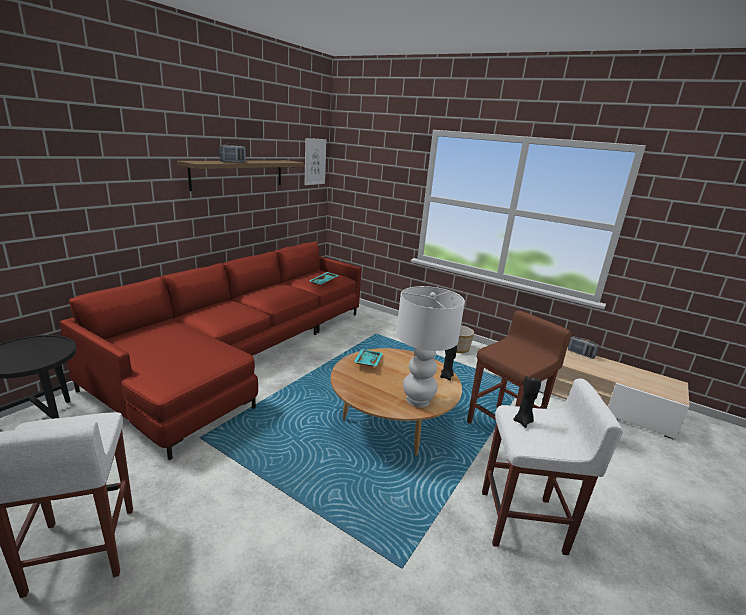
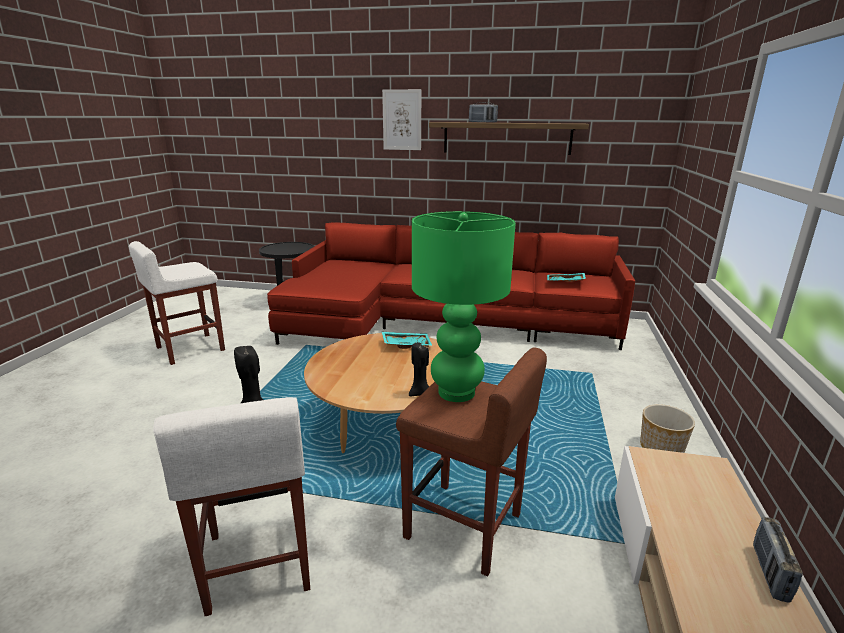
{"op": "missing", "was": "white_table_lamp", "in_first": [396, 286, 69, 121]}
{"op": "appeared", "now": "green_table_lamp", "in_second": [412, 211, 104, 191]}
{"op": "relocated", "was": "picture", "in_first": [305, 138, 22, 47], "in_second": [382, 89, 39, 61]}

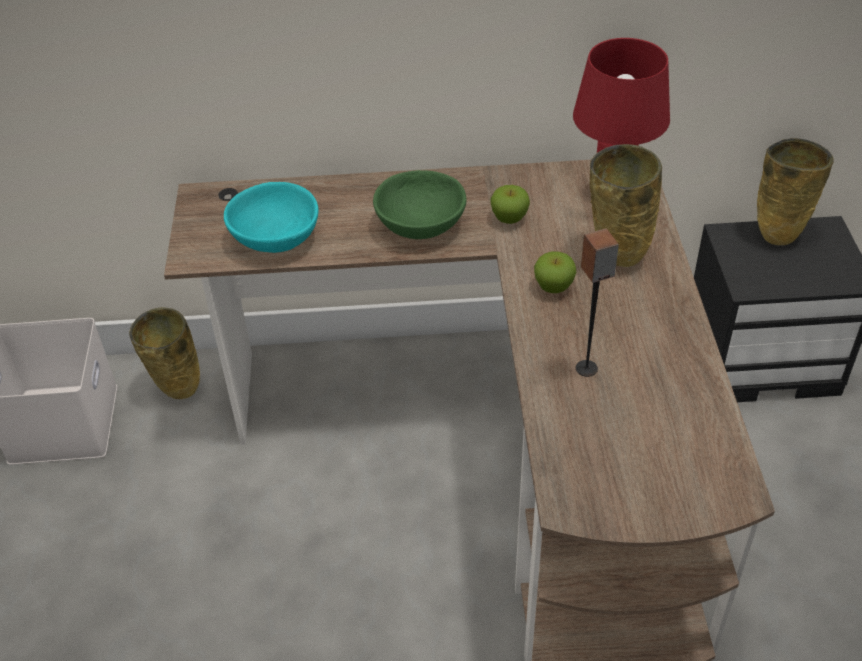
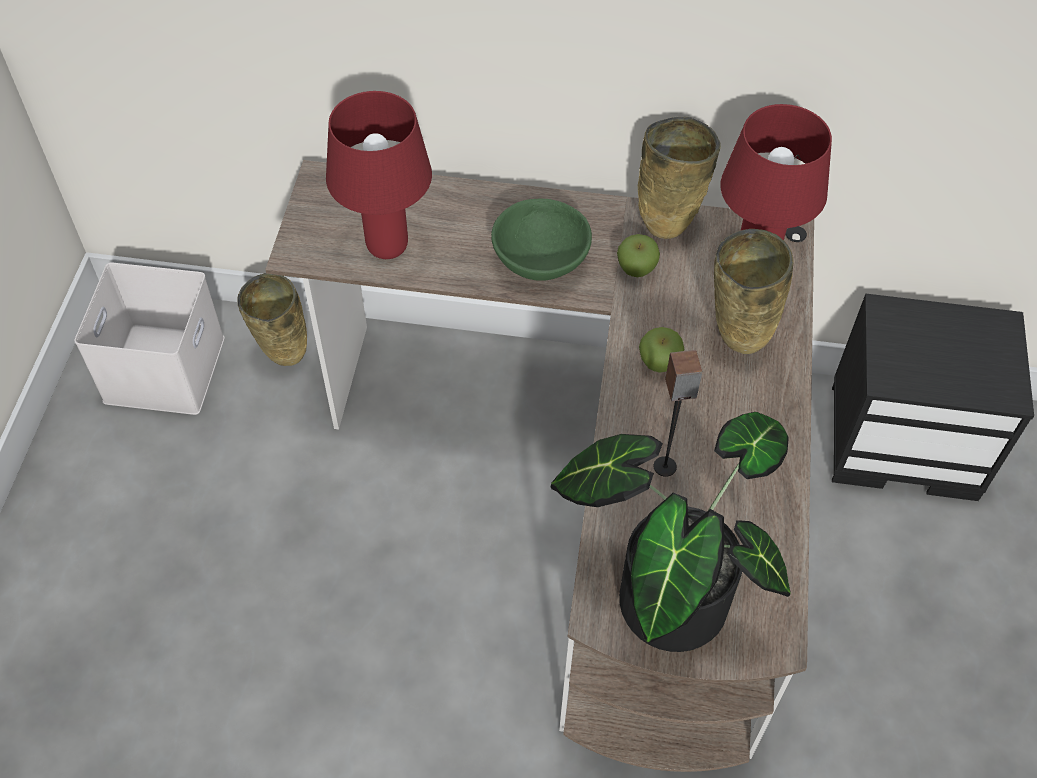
{"op": "appeared", "now": "potted_plant", "in_second": [550, 412, 240, 240]}
{"op": "relocated", "was": "beige_vase", "in_first": [757, 138, 76, 108], "in_second": [638, 116, 83, 123]}
{"op": "exchanged", "was": "turquoise_bowl", "now": "red_table_lamp", "in_first": [224, 182, 94, 71], "in_second": [326, 91, 106, 168]}

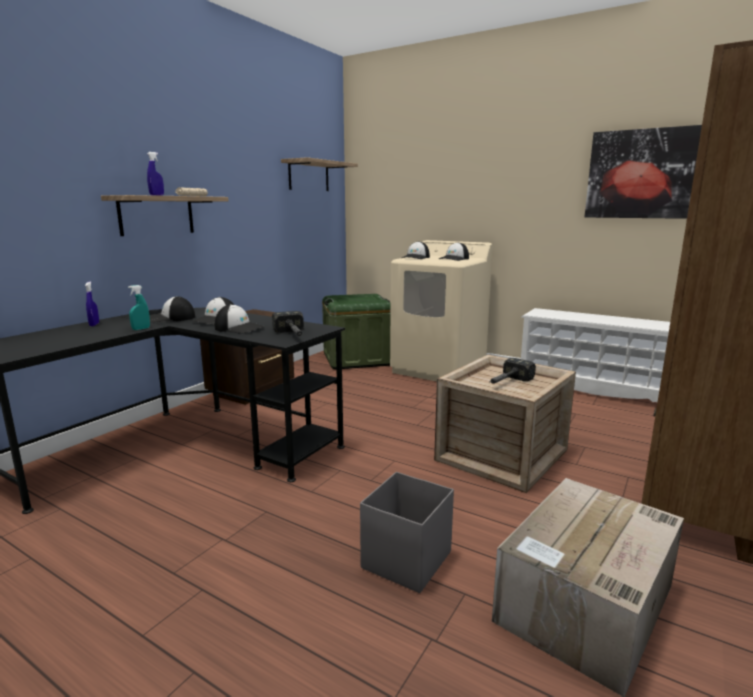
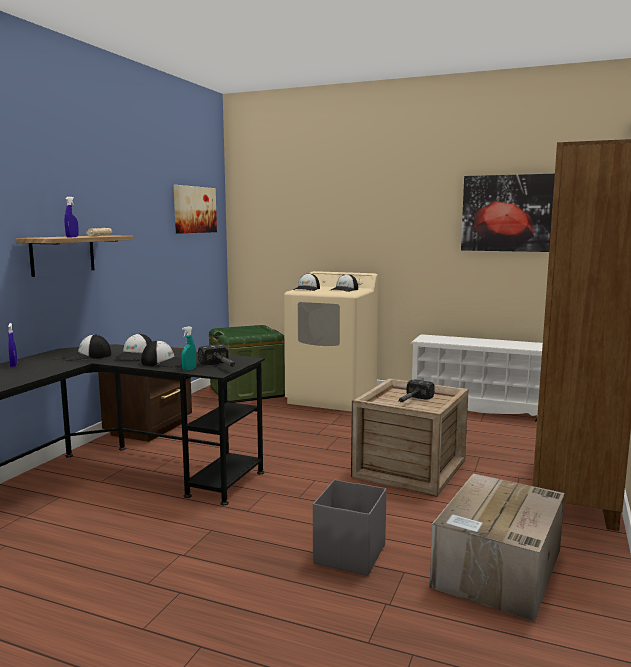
{"op": "relocated", "was": "turquoise_spray_bottle", "in_first": [128, 285, 22, 45], "in_second": [181, 326, 15, 45]}
{"op": "exchanged", "was": "shelf", "now": "picture", "in_first": [281, 157, 77, 34], "in_second": [174, 185, 43, 48]}

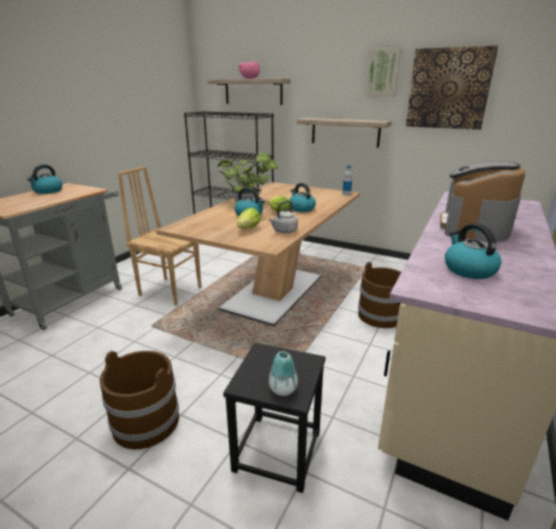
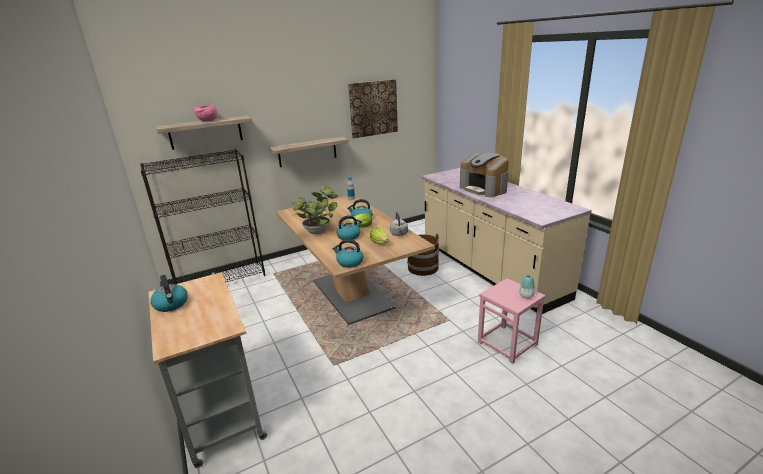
{"op": "missing", "was": "brown_bucket", "in_first": [100, 351, 79, 98]}
{"op": "missing", "was": "brown_chair", "in_first": [118, 166, 83, 139]}
{"op": "missing", "was": "picture", "in_first": [366, 48, 35, 49]}
{"op": "relocated", "was": "kettle", "in_first": [445, 223, 56, 56], "in_second": [332, 239, 31, 29]}
{"op": "colour", "was": "black_stool", "now": "pink_stool", "in_first": [223, 343, 102, 150], "in_second": [478, 278, 68, 86]}

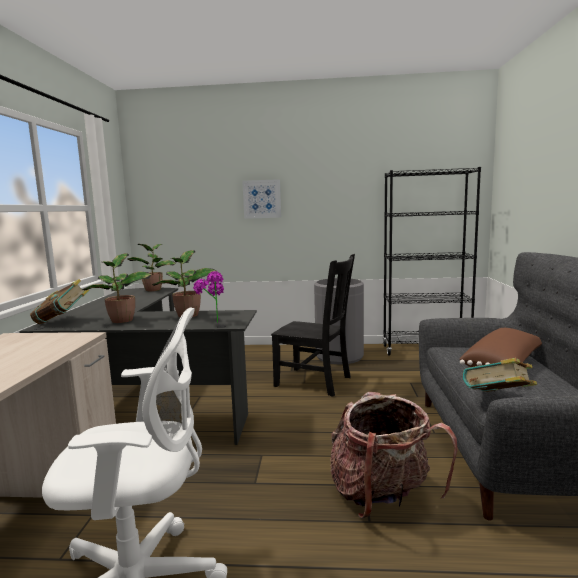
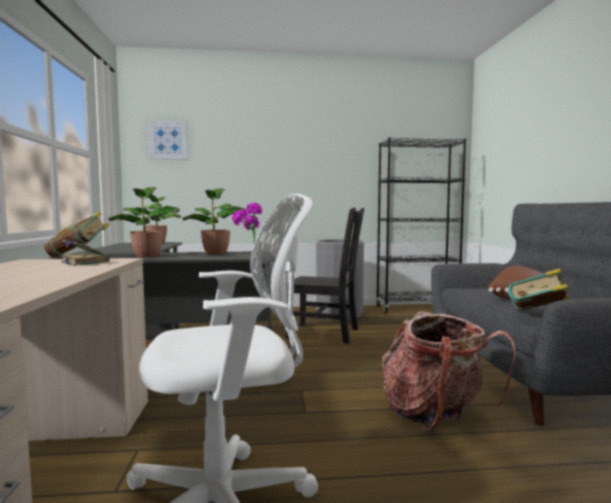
{"op": "appeared", "now": "book", "in_second": [60, 240, 50, 26]}
{"op": "relocated", "was": "picture", "in_first": [242, 179, 39, 40], "in_second": [148, 120, 40, 39]}

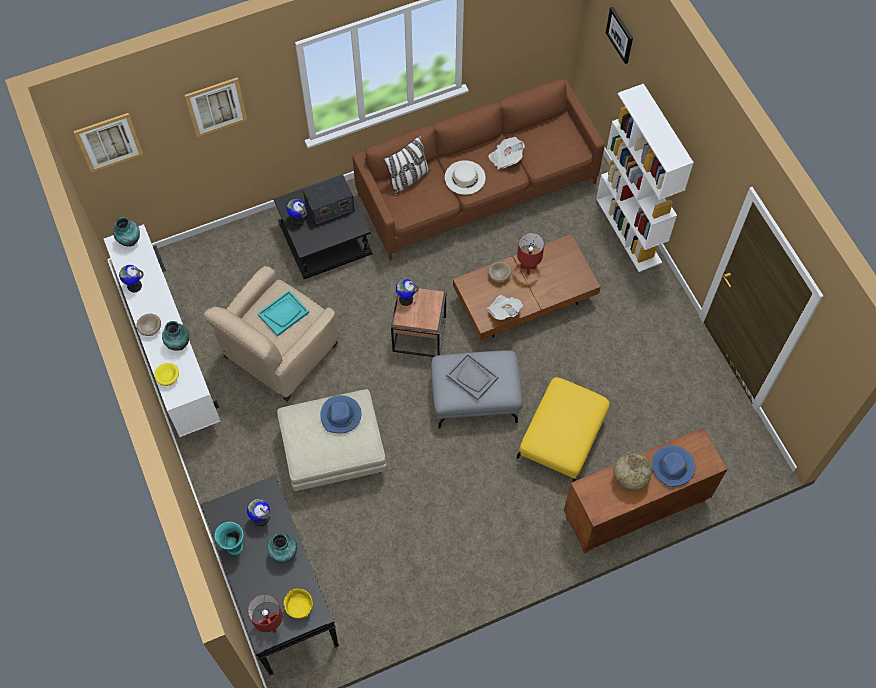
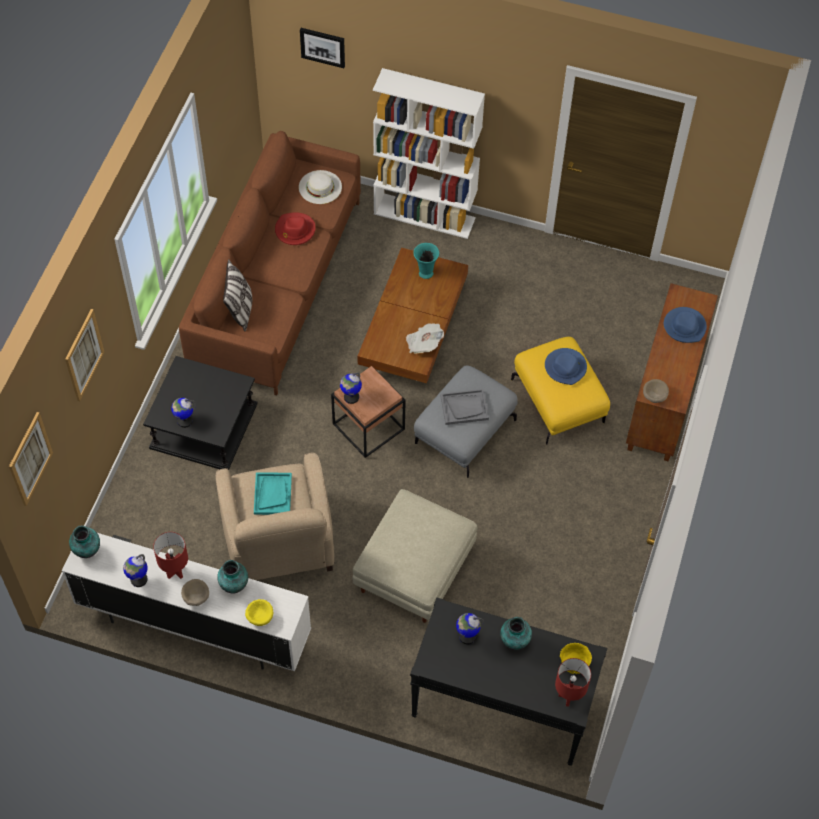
{"op": "missing", "was": "radio", "in_first": [303, 175, 52, 50]}
{"op": "missing", "was": "globe", "in_first": [613, 453, 39, 38]}
{"op": "relocated", "was": "turquoise_vase", "in_first": [215, 522, 28, 33], "in_second": [413, 243, 26, 36]}
{"op": "relocated", "was": "blue_hat", "in_first": [320, 395, 41, 38], "in_second": [545, 348, 42, 37]}
{"op": "relocated", "was": "white_hat", "in_first": [445, 160, 41, 35], "in_second": [299, 170, 43, 34]}
{"op": "relocated", "was": "beige_bowl", "in_first": [489, 262, 22, 20], "in_second": [643, 379, 26, 24]}
{"op": "relocated", "was": "red_table_lamp", "in_first": [517, 233, 27, 42], "in_second": [153, 532, 35, 47]}
{"op": "exchanged", "was": "newspaper", "now": "red_hat", "in_first": [488, 137, 37, 32], "in_second": [275, 212, 41, 33]}

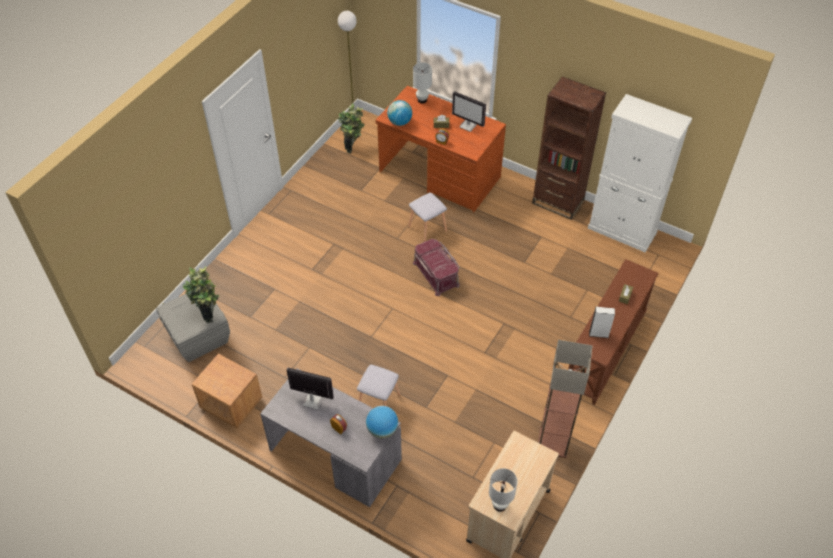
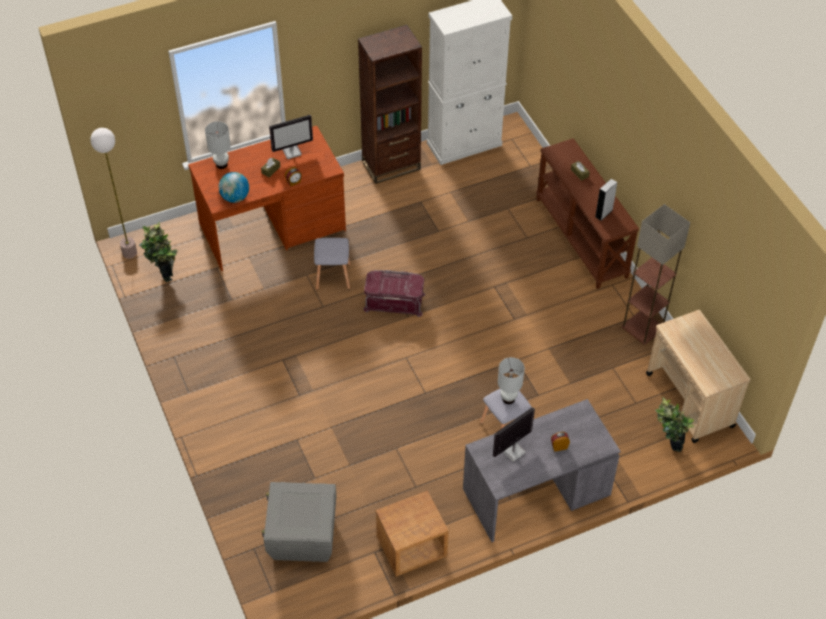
{"op": "missing", "was": "globe", "in_first": [366, 406, 32, 32]}
{"op": "relocated", "was": "potted_plant", "in_first": [182, 266, 38, 57], "in_second": [655, 397, 39, 55]}
{"op": "relocated", "was": "white_table_lamp", "in_first": [489, 468, 29, 44], "in_second": [498, 357, 27, 47]}

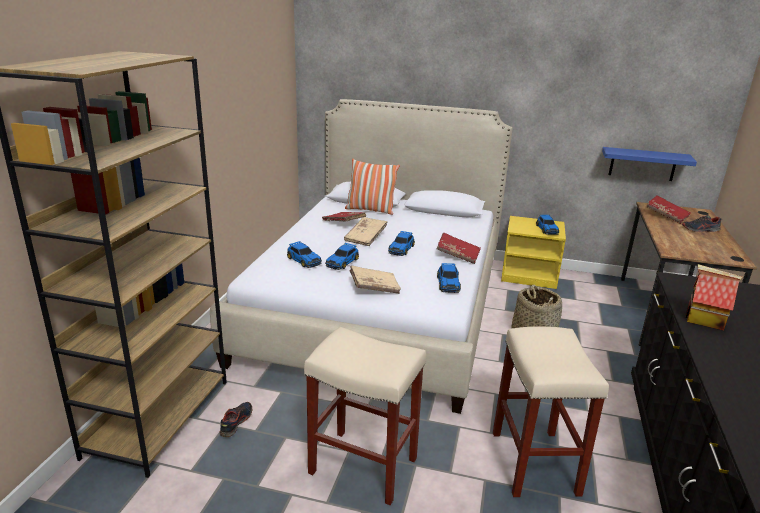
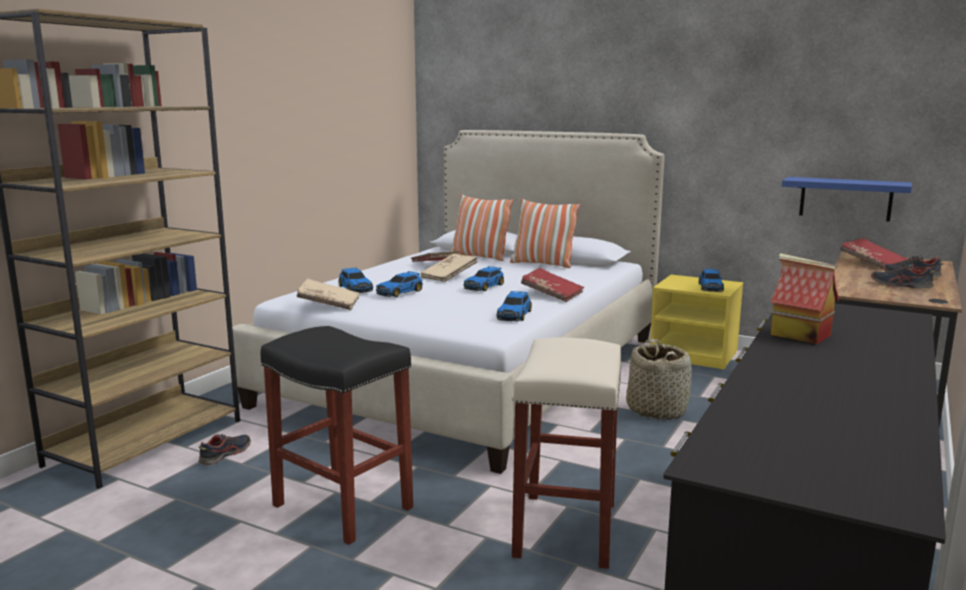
{"op": "appeared", "now": "pillow", "in_second": [510, 199, 71, 69]}
{"op": "appeared", "now": "shoe", "in_second": [871, 264, 64, 24]}
{"op": "relocated", "was": "beige_book", "in_first": [350, 265, 51, 29], "in_second": [296, 278, 64, 32]}
{"op": "colour", "was": "beige_stool", "now": "black_stool", "in_first": [304, 327, 122, 178], "in_second": [260, 326, 153, 219]}

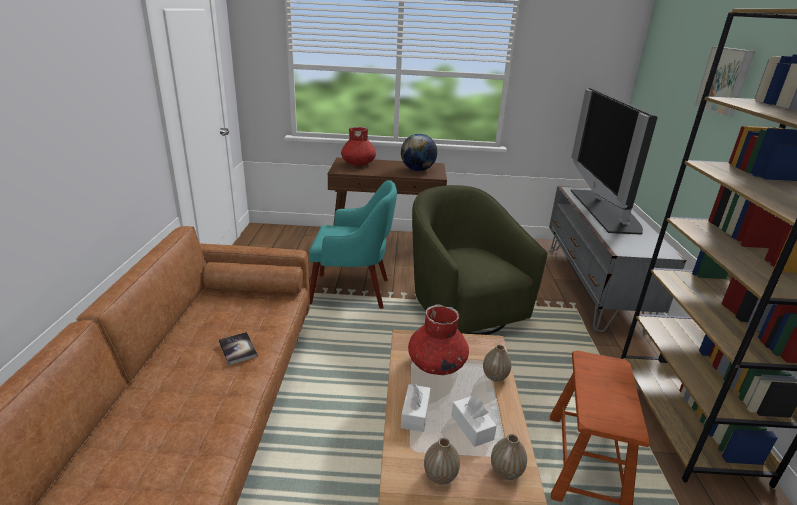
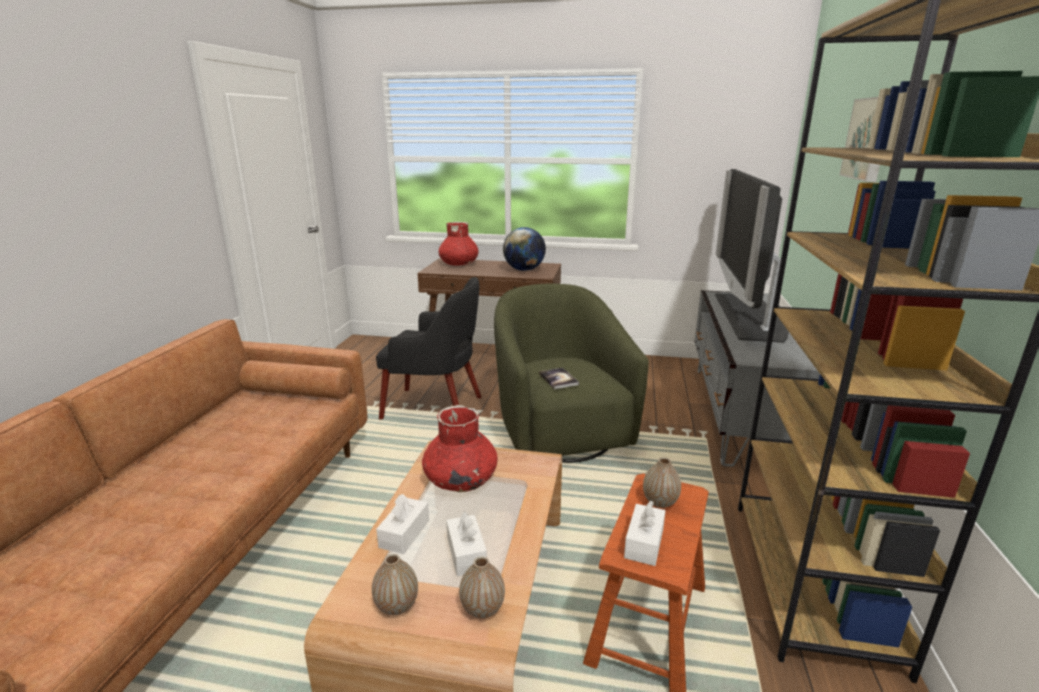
{"op": "appeared", "now": "white_tissue_box", "in_second": [624, 501, 41, 65]}
{"op": "relocated", "was": "book", "in_first": [219, 332, 39, 33], "in_second": [539, 368, 40, 21]}
{"op": "relocated", "was": "vase", "in_first": [483, 345, 29, 37], "in_second": [643, 457, 38, 51]}
{"op": "colour", "was": "turquoise_armchair", "now": "black_armchair", "in_first": [309, 180, 88, 129], "in_second": [376, 277, 105, 142]}

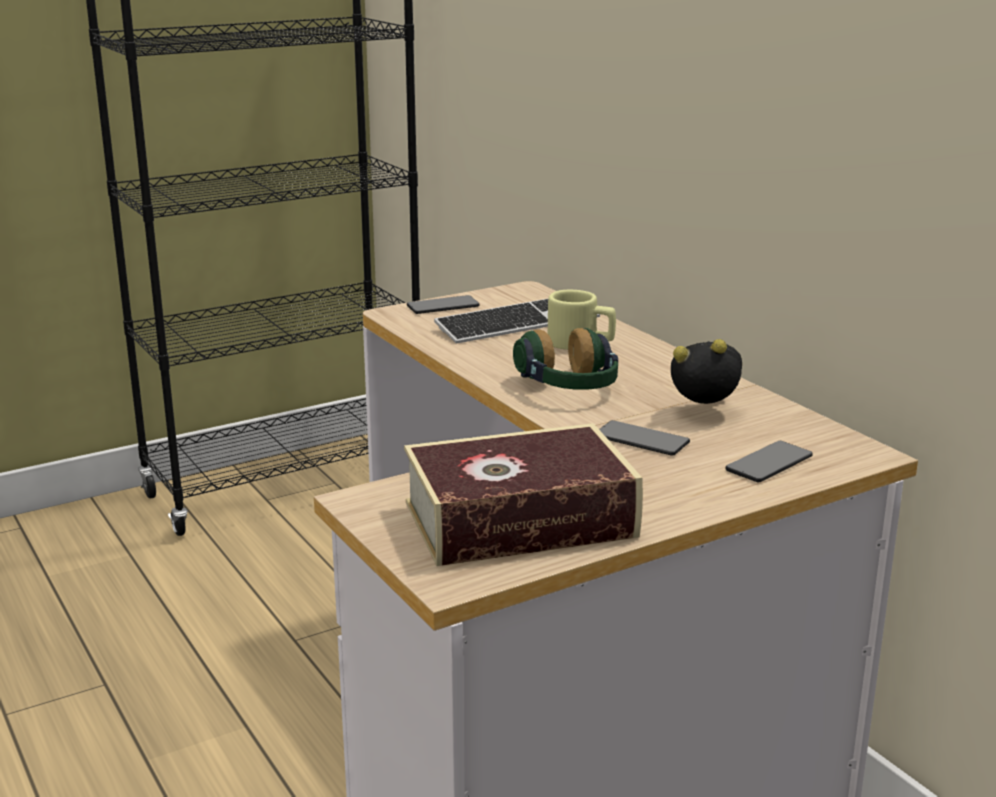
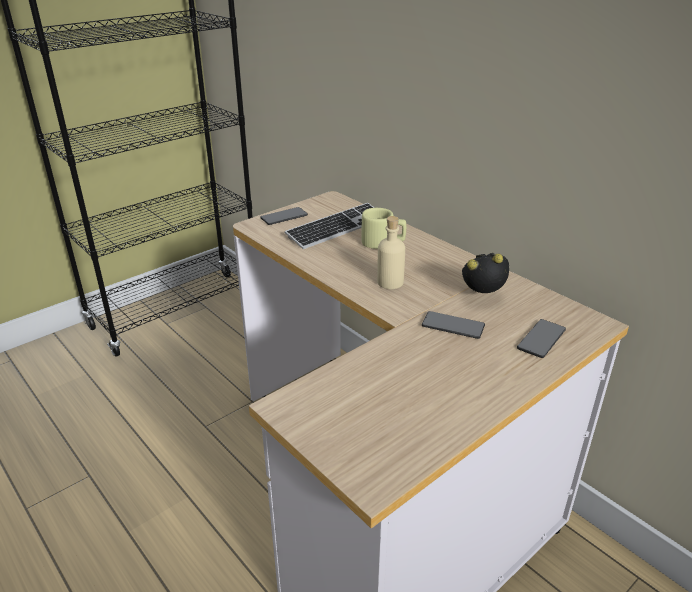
{"op": "missing", "was": "book", "in_first": [404, 423, 239, 143]}
{"op": "exchanged", "was": "headphones", "now": "beige_bottle", "in_first": [513, 328, 105, 62], "in_second": [377, 216, 28, 73]}

